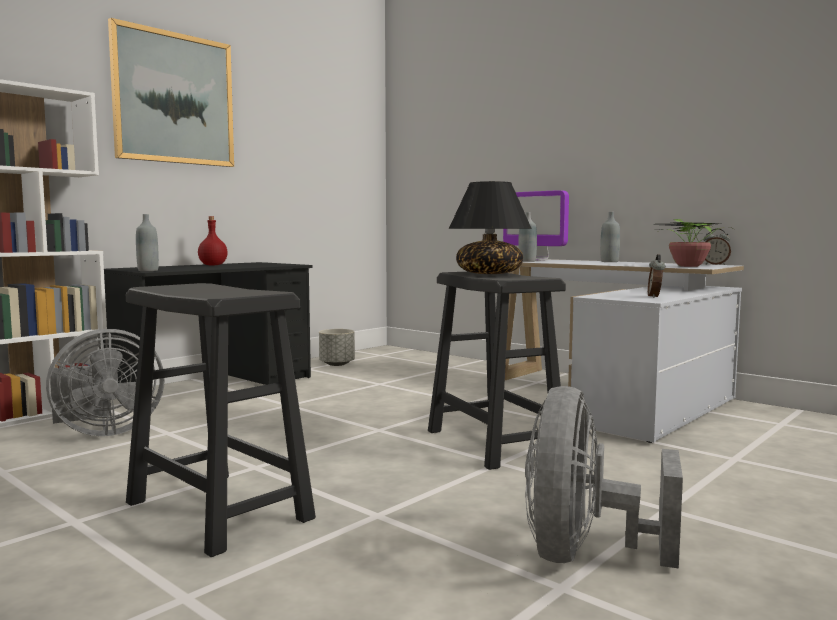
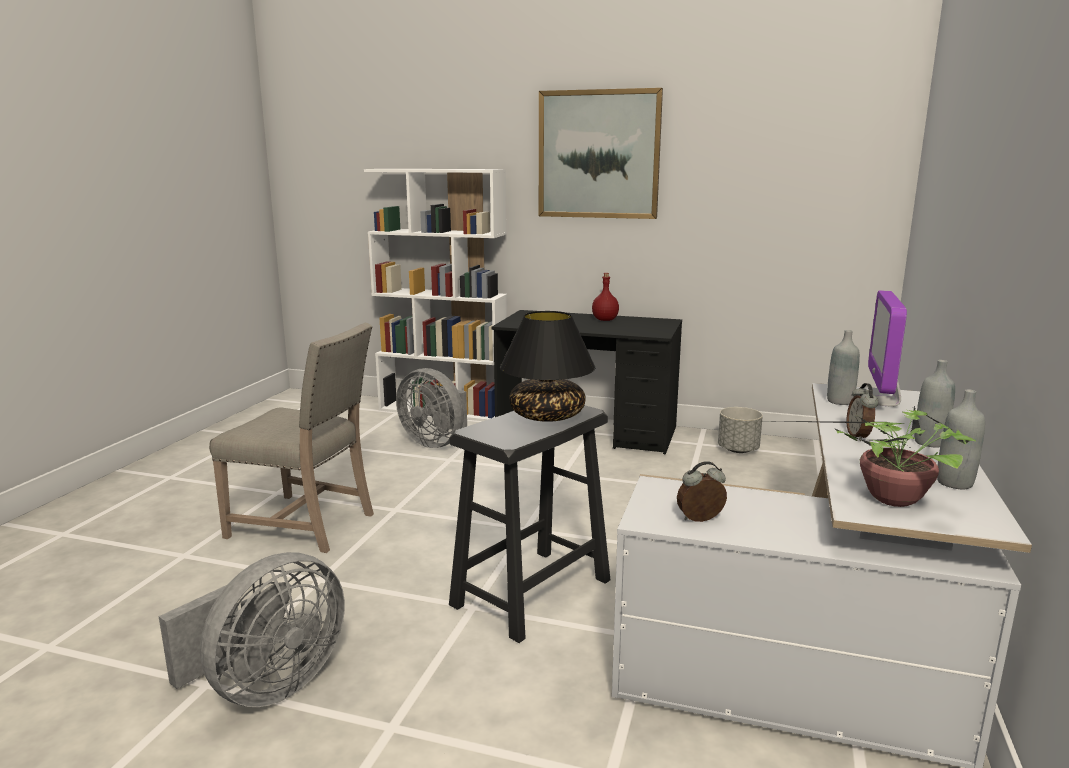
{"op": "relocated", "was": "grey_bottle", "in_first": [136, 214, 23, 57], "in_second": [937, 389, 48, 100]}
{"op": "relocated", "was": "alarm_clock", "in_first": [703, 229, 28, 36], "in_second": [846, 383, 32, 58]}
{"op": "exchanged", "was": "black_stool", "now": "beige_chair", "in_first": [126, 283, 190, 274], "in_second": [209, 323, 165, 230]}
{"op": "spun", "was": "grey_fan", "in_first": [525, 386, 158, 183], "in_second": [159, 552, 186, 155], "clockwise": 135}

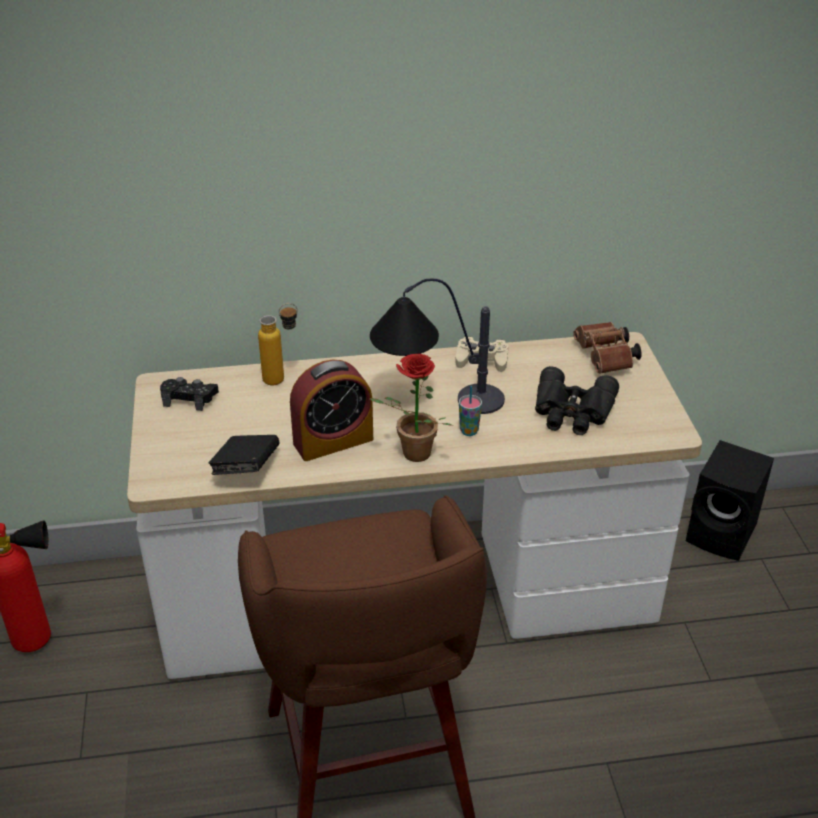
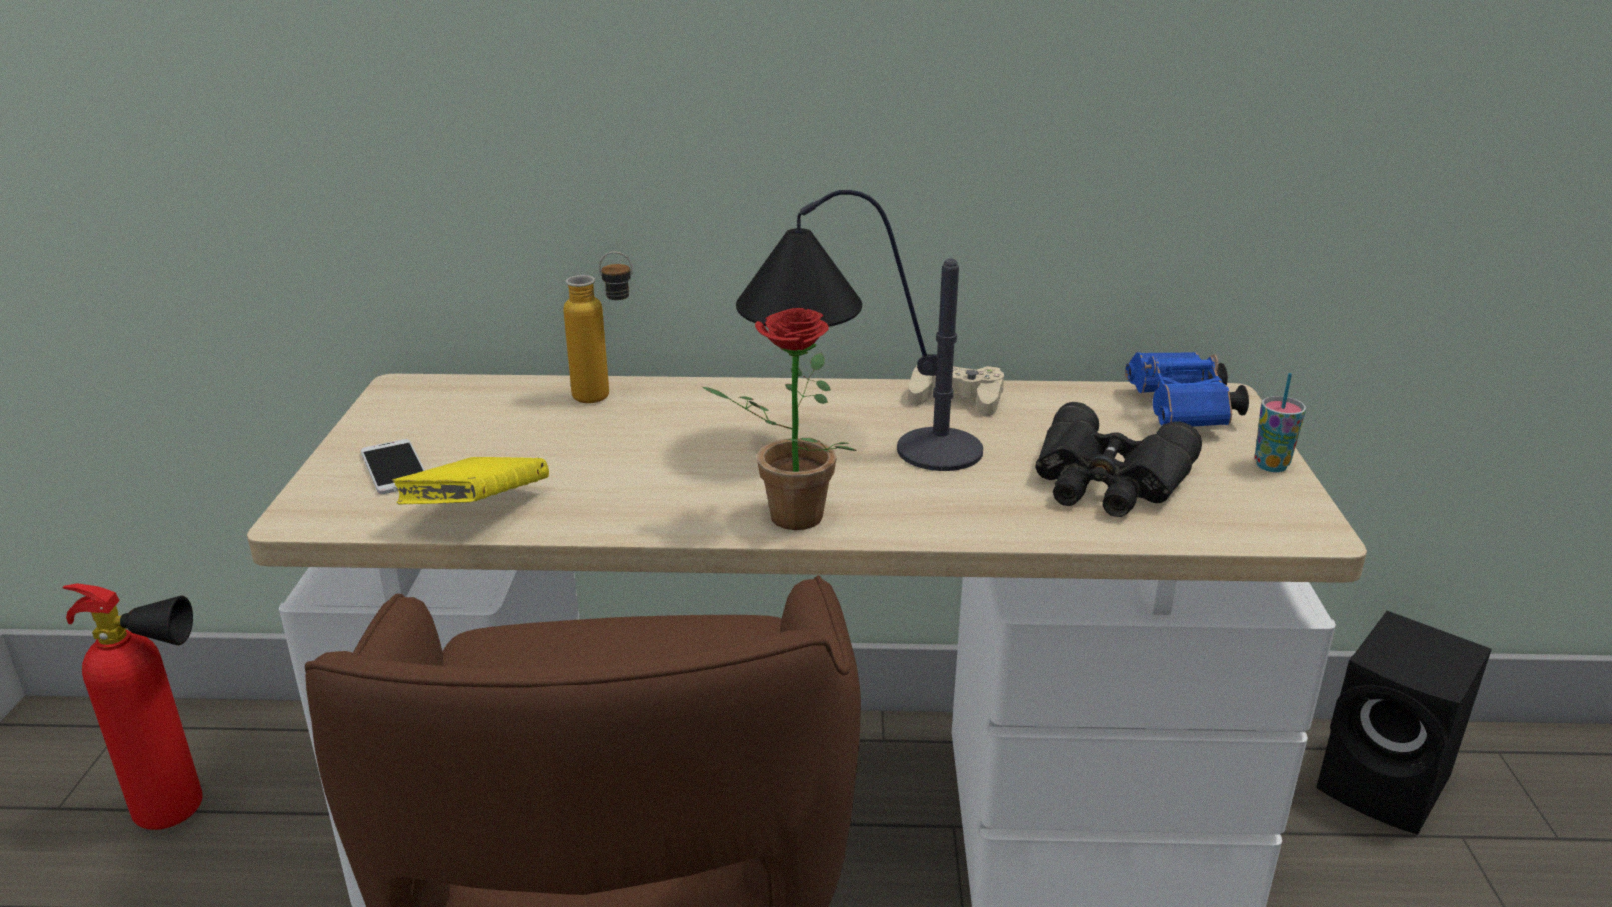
{"op": "missing", "was": "black_game_controller", "in_first": [160, 377, 59, 34]}
{"op": "missing", "was": "alarm_clock", "in_first": [290, 360, 83, 101]}
{"op": "appeared", "now": "phone", "in_second": [361, 439, 64, 55]}
{"op": "relocated", "was": "cup", "in_first": [459, 386, 23, 50], "in_second": [1255, 373, 51, 99]}
{"op": "colour", "was": "black_book", "now": "yellow_book", "in_first": [208, 435, 72, 40], "in_second": [392, 457, 157, 48]}
{"op": "colour", "was": "brown_binoculars", "now": "blue_binoculars", "in_first": [573, 322, 69, 52], "in_second": [1125, 352, 124, 75]}

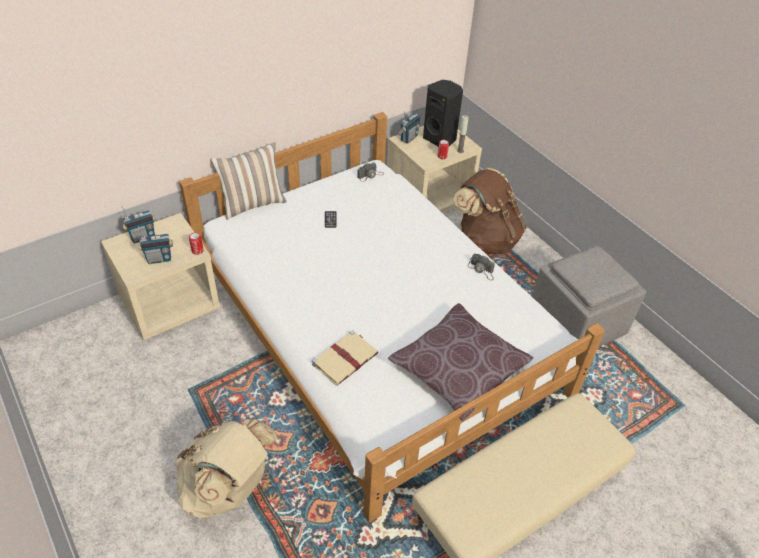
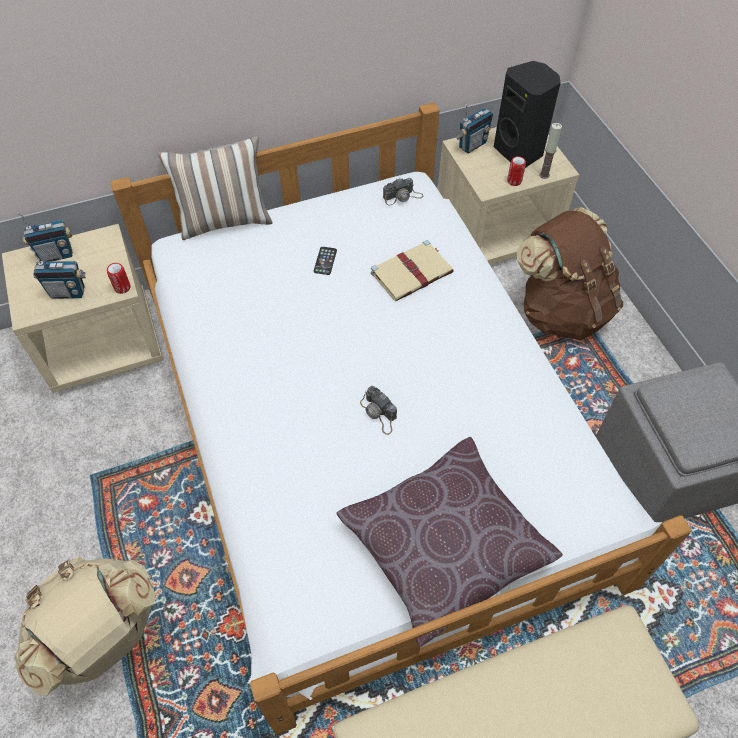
{"op": "relocated", "was": "beige_book", "in_first": [312, 330, 66, 56], "in_second": [371, 240, 82, 62]}
{"op": "relocated", "was": "photo_camera", "in_first": [468, 254, 27, 26], "in_second": [360, 386, 37, 49]}

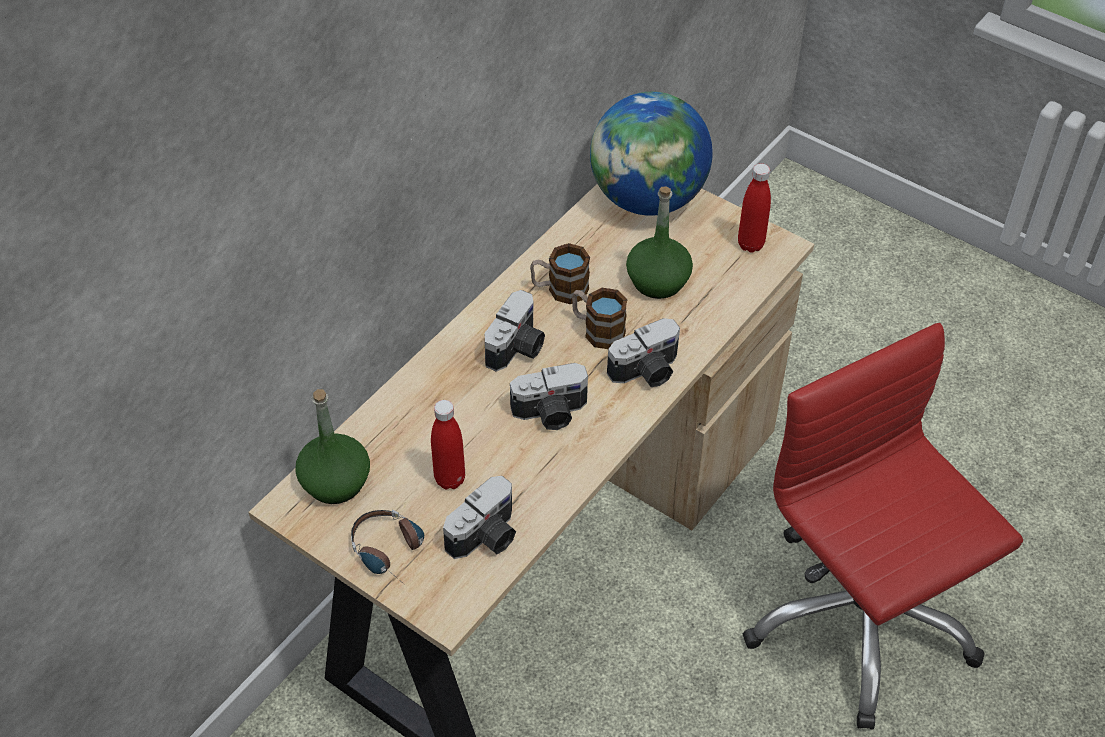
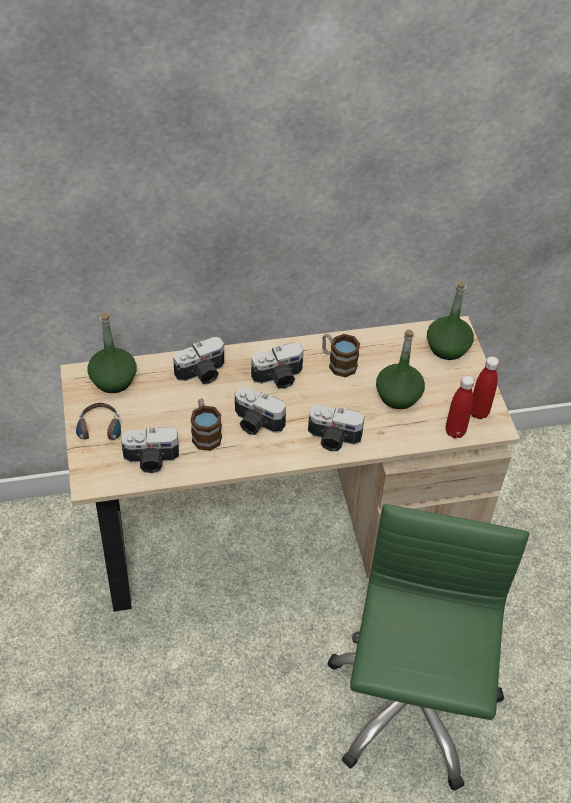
{"op": "appeared", "now": "photo_camera", "in_second": [173, 337, 51, 47]}
{"op": "relocated", "was": "red_bottle", "in_first": [431, 400, 34, 90], "in_second": [446, 375, 28, 63]}
{"op": "relocated", "was": "mug", "in_first": [572, 288, 55, 61], "in_second": [191, 399, 31, 52]}
{"op": "exchanged", "was": "globe", "now": "green_bottle", "in_first": [590, 92, 123, 124], "in_second": [427, 281, 47, 79]}
{"op": "colour", "was": "red_office_chair", "now": "green_office_chair", "in_first": [743, 323, 280, 406], "in_second": [327, 504, 202, 287]}

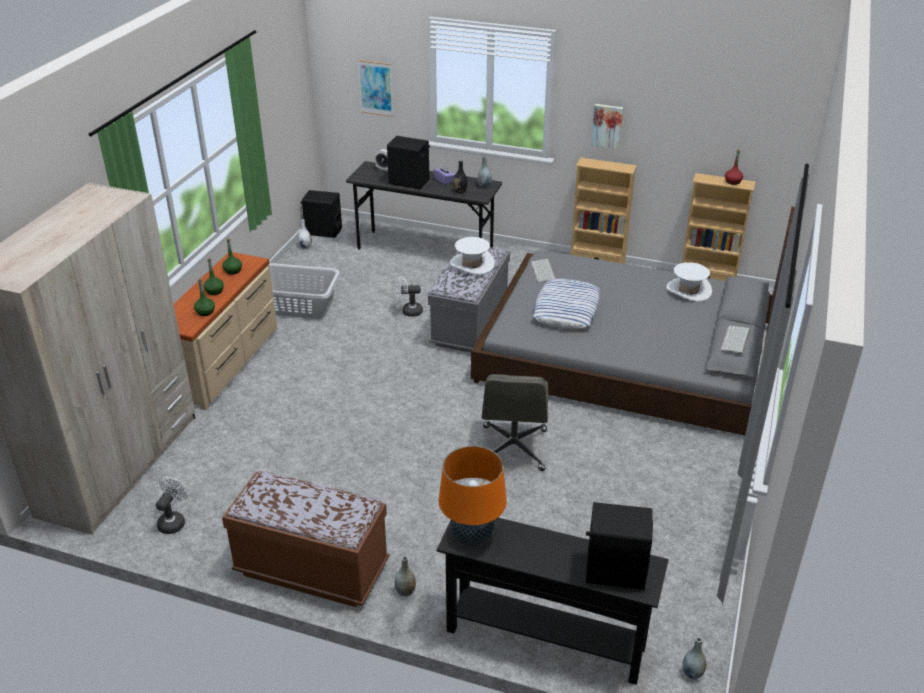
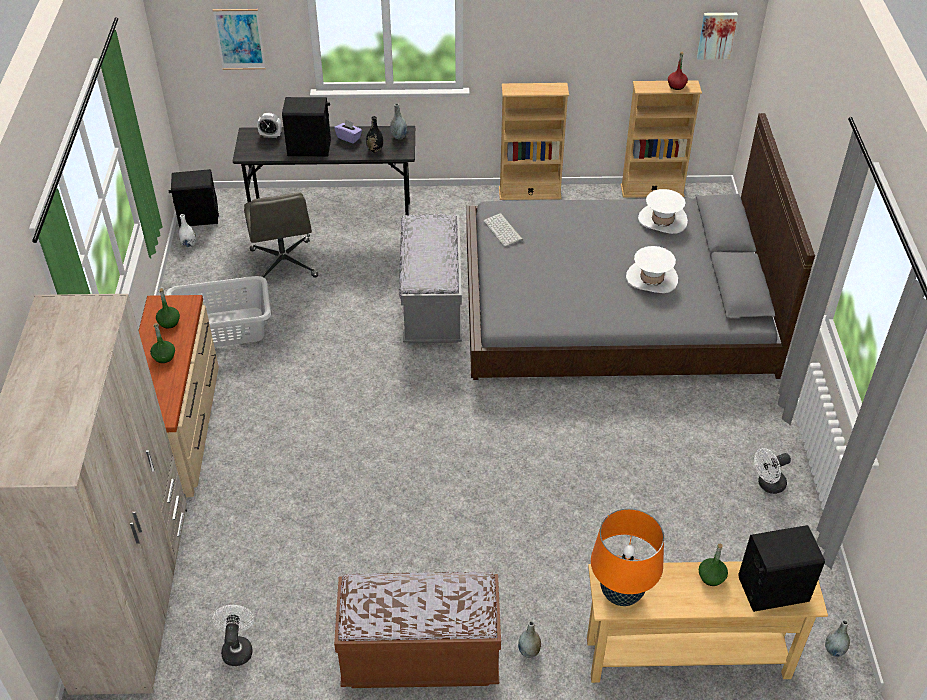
{"op": "missing", "was": "pillow", "in_first": [533, 279, 68, 50]}
{"op": "missing", "was": "keyboard", "in_first": [721, 326, 29, 29]}
{"op": "relocated", "was": "green_bottle", "in_first": [194, 278, 21, 38], "in_second": [699, 543, 29, 43]}
{"op": "relocated", "was": "white_fan", "in_first": [395, 277, 28, 40], "in_second": [754, 448, 37, 46]}
{"op": "relocated", "was": "white_hat", "in_first": [450, 237, 45, 38], "in_second": [626, 246, 52, 47]}
{"op": "relocated", "was": "grey_office_chair", "in_first": [482, 374, 66, 97], "in_second": [244, 192, 74, 86]}
{"op": "relocated", "was": "picture", "in_first": [591, 104, 32, 45], "in_second": [697, 13, 41, 46]}
{"op": "colour", "was": "black_console_table", "now": "beige_console_table", "in_first": [436, 518, 233, 167], "in_second": [587, 561, 241, 122]}

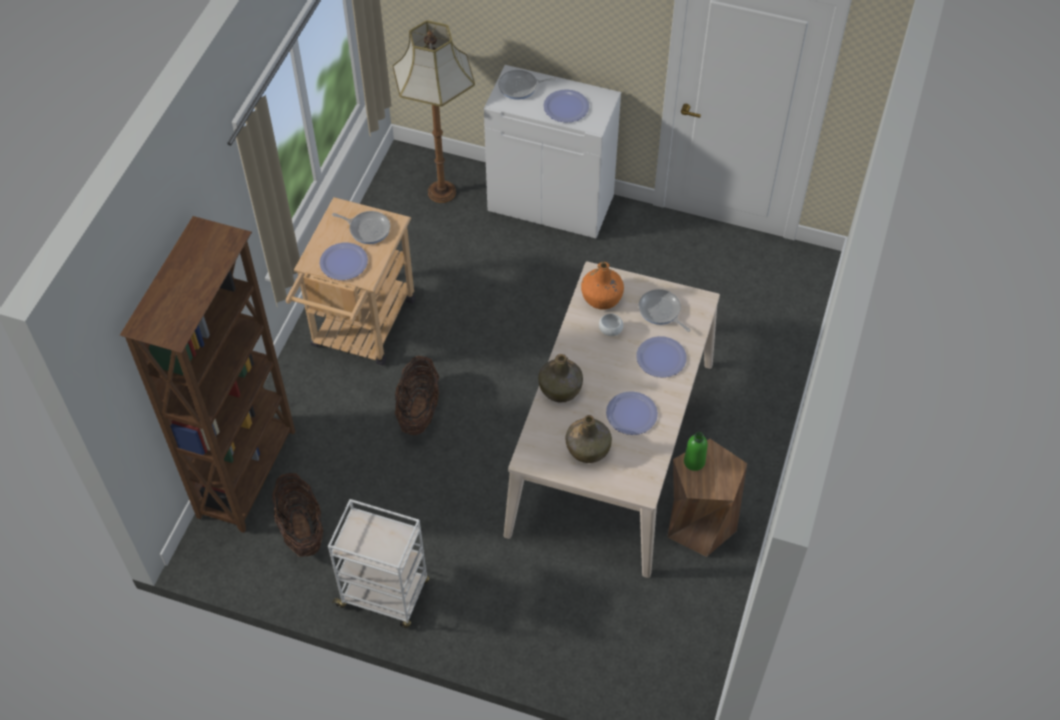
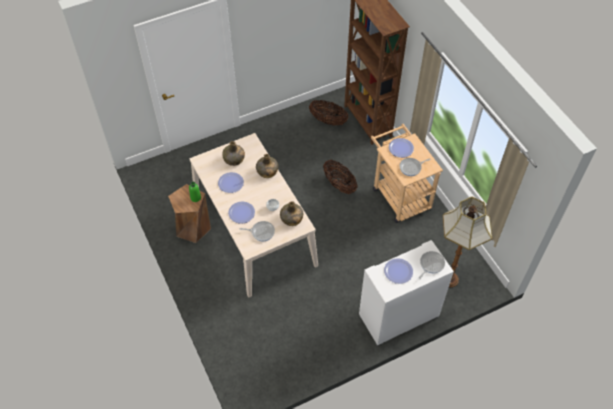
{"op": "missing", "was": "white_cart", "in_first": [328, 499, 101, 129]}
{"op": "colour", "was": "orange_bottle", "now": "green_bottle", "in_first": [581, 262, 43, 48], "in_second": [280, 201, 23, 25]}

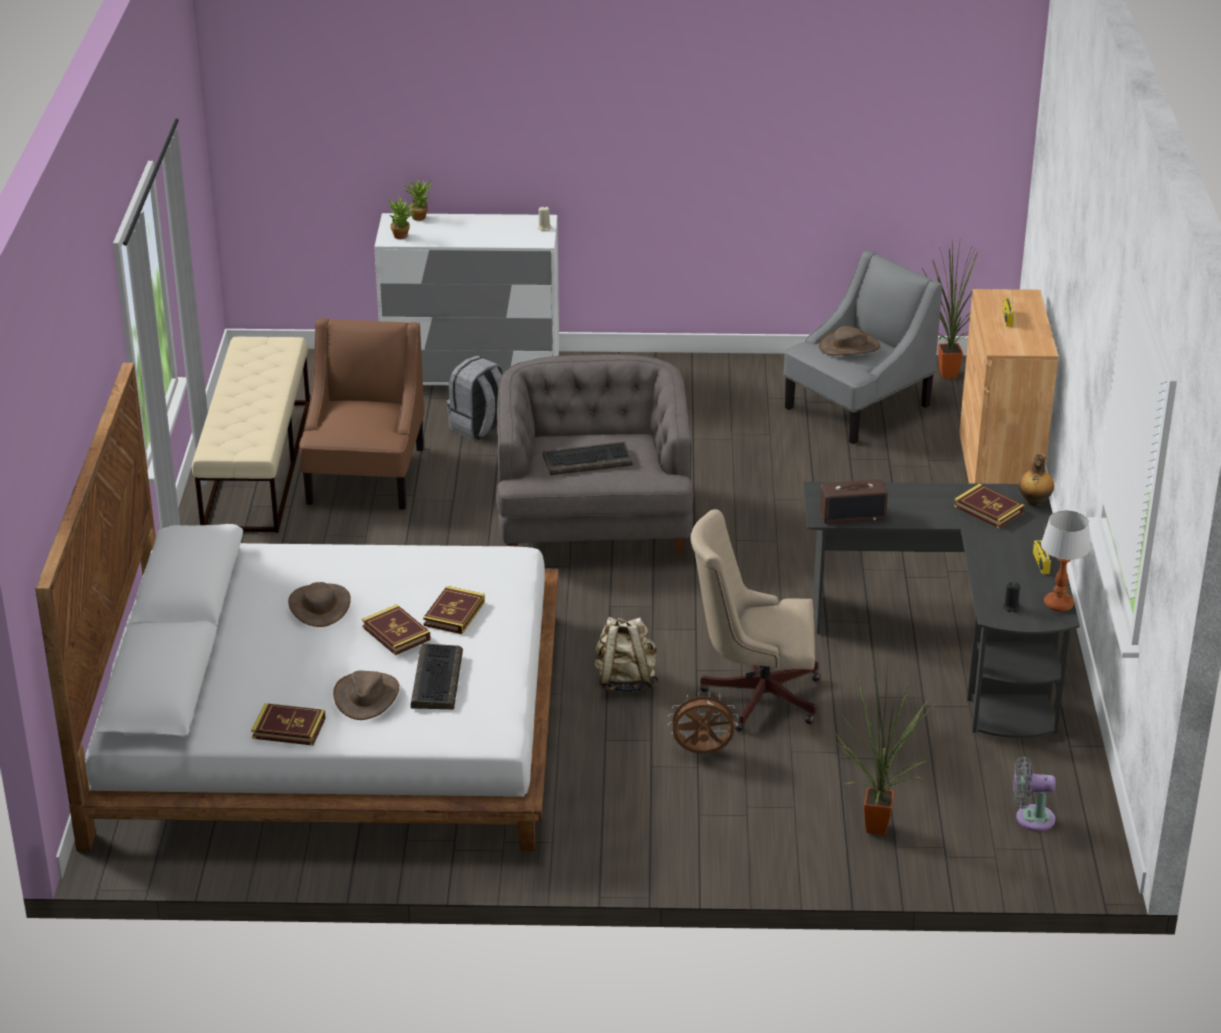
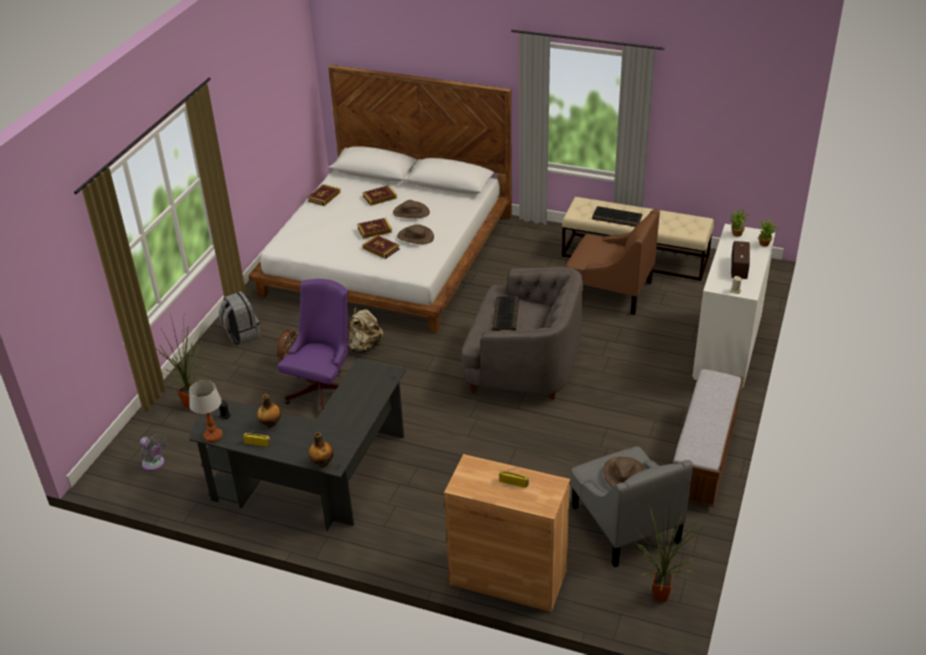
{"op": "appeared", "now": "bottle", "in_second": [257, 394, 24, 33]}
{"op": "appeared", "now": "bench", "in_second": [673, 369, 71, 138]}
{"op": "relocated", "was": "brown_hat", "in_first": [333, 670, 66, 50], "in_second": [397, 224, 37, 20]}
{"op": "relocated", "was": "keyboard", "in_first": [411, 644, 52, 65], "in_second": [592, 206, 50, 21]}
{"op": "relocated", "was": "grey_backpack", "in_first": [447, 356, 57, 84], "in_second": [219, 291, 42, 54]}
{"op": "relocated", "was": "radio", "in_first": [819, 479, 69, 45], "in_second": [731, 241, 19, 38]}
{"op": "relocated", "was": "book", "in_first": [954, 484, 70, 45], "in_second": [362, 185, 35, 21]}
{"op": "colour", "was": "beige_office_chair", "now": "purple_office_chair", "in_first": [690, 509, 130, 222], "in_second": [278, 279, 71, 135]}
{"op": "spun", "was": "grey_fan", "in_first": [1013, 756, 43, 75], "in_second": [139, 434, 29, 37], "clockwise": 105}

